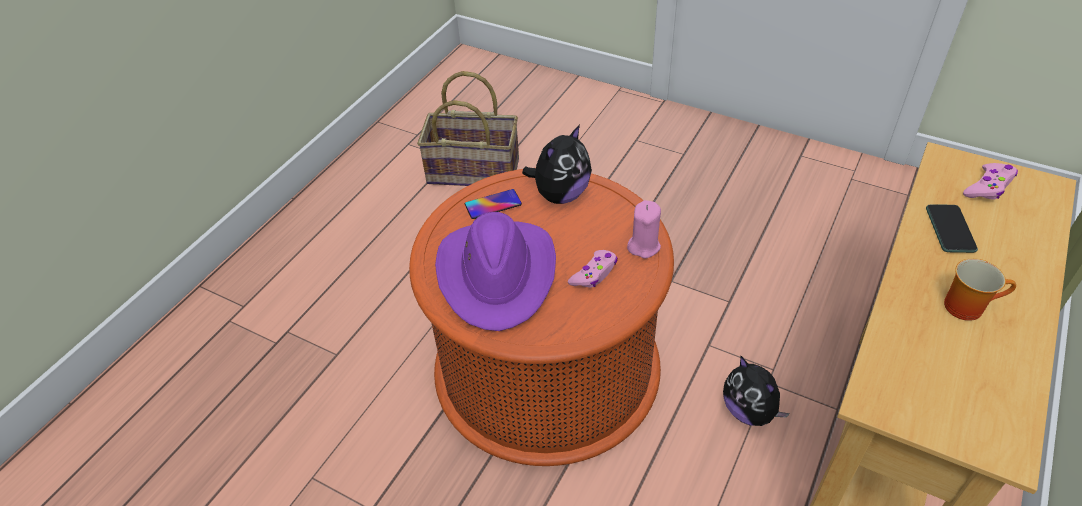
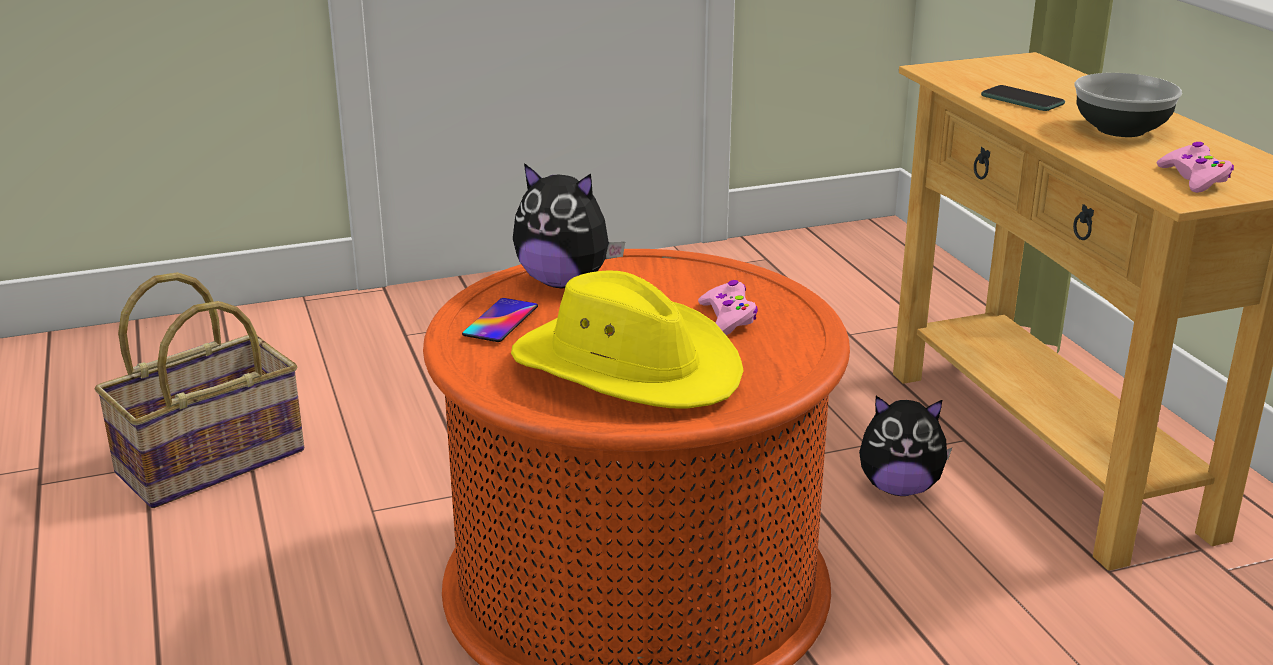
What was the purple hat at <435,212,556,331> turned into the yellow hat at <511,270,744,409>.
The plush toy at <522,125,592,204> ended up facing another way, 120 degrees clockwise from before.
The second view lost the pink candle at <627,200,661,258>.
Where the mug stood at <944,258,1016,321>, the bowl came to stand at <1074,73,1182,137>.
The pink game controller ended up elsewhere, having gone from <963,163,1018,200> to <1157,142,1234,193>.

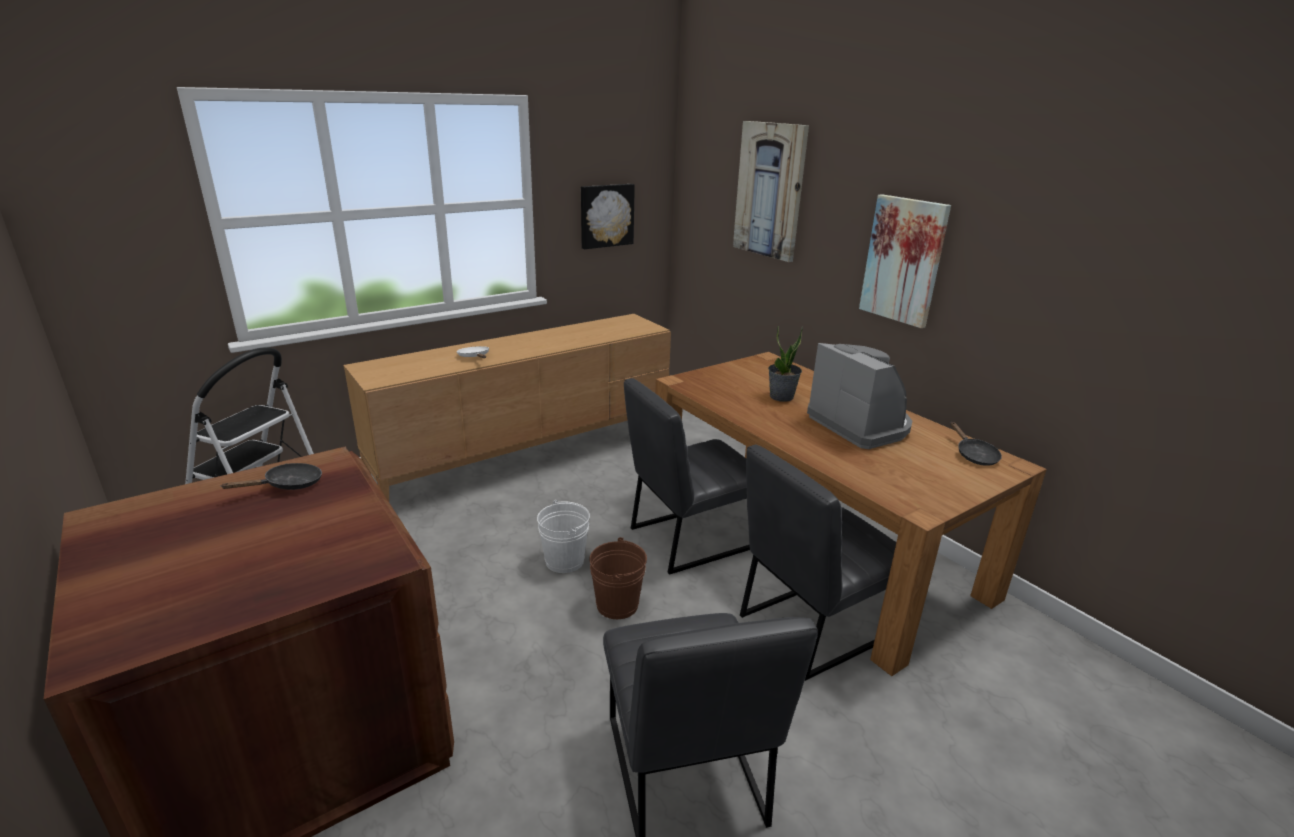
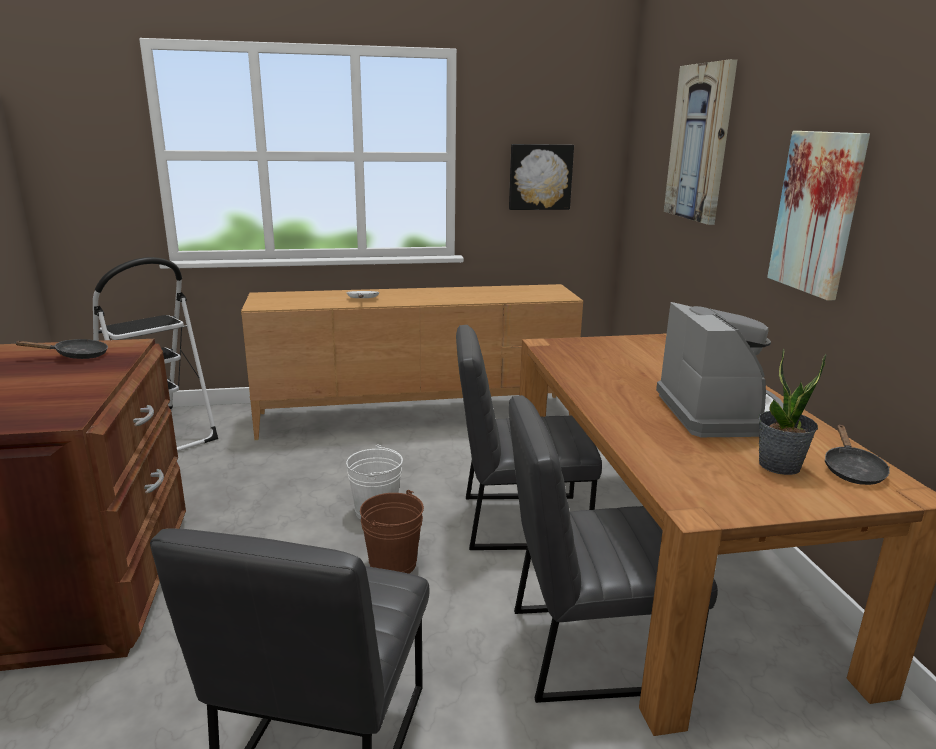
The potted plant ended up elsewhere, having gone from <768,326,803,402> to <759,349,826,475>.

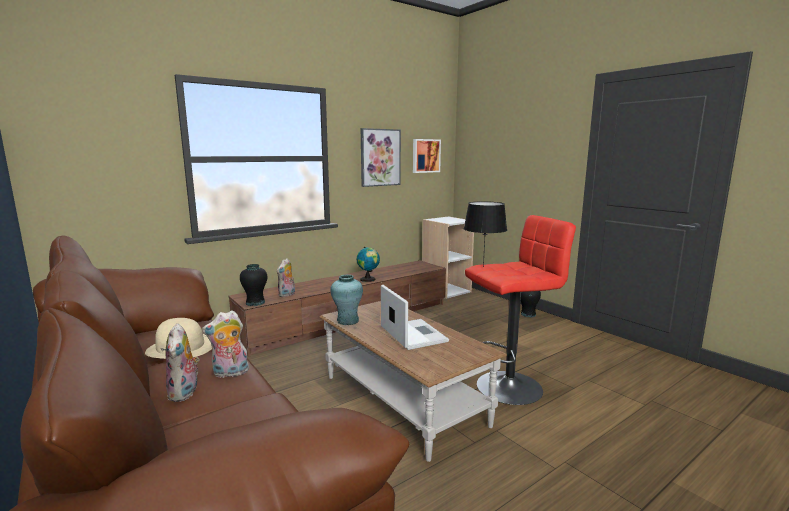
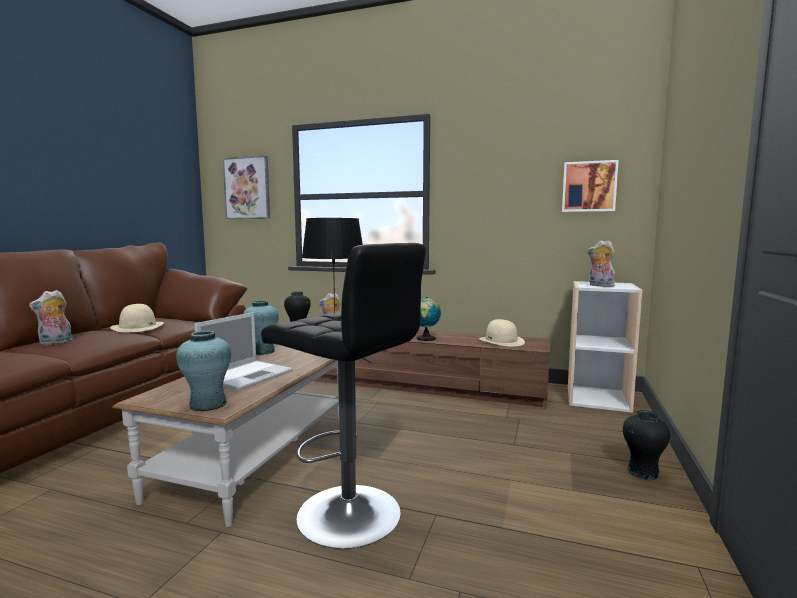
The plush toy ended up elsewhere, having gone from <202,310,251,378> to <587,240,615,287>.
The picture ended up elsewhere, having gone from <361,128,401,187> to <223,155,270,219>.
What was the red stool at <465,215,576,405> turned into the black stool at <261,243,426,549>.
The second view gained the turquoise vase at <176,331,231,411>.
The second view gained the beige hat at <479,319,525,347>.

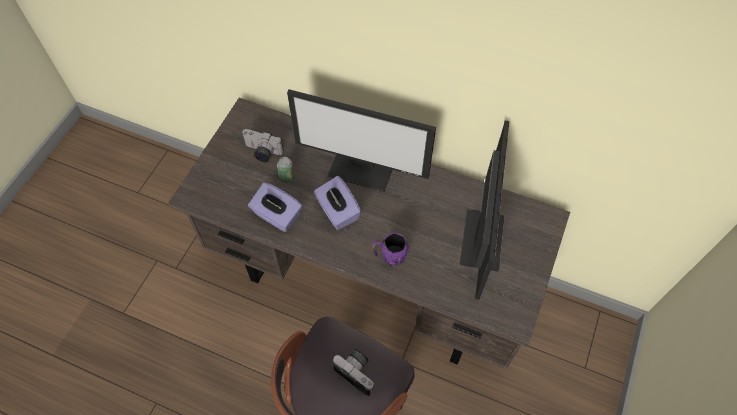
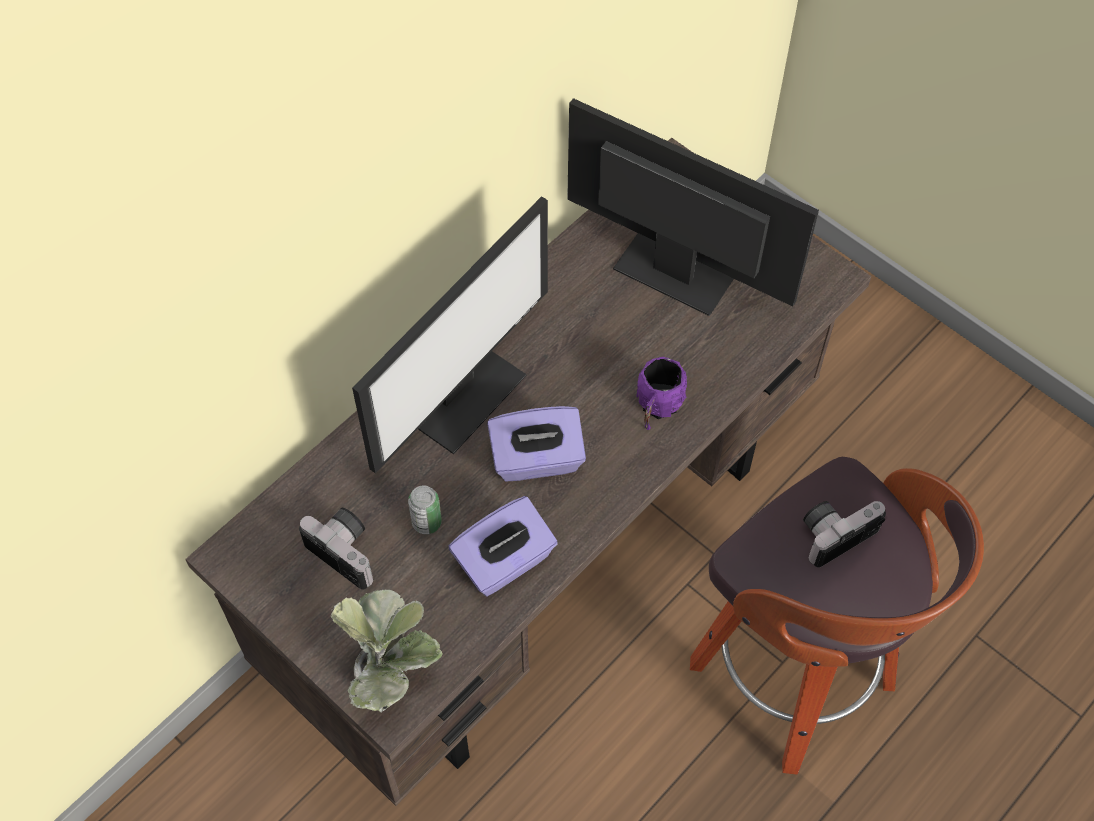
The photo camera at <241,129,284,162> ended up facing another way, 90 degrees counterclockwise from before.
The second view gained the potted plant at <330,589,442,713>.

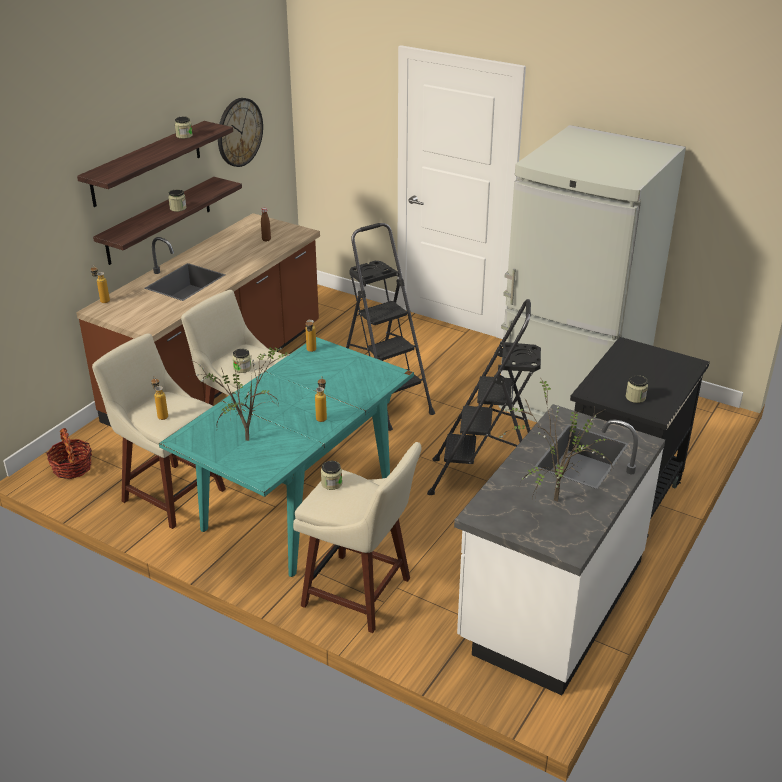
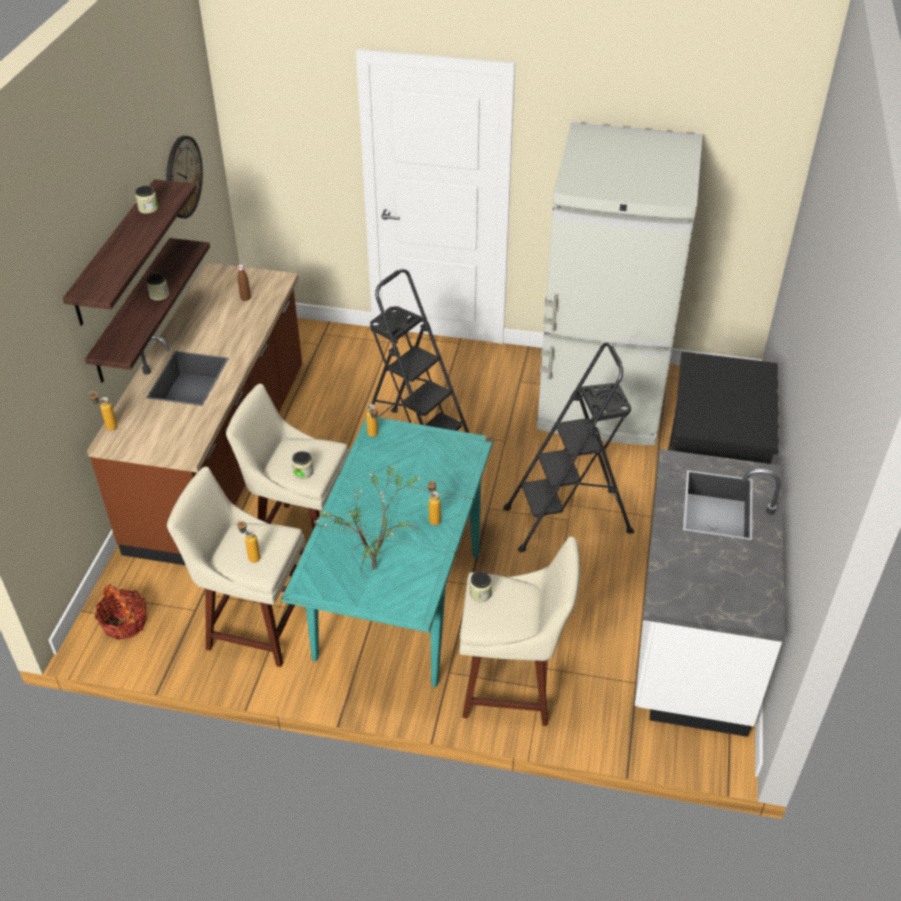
The second view lost the potted plant at <499,379,614,502>.
The second view lost the jar at <626,375,648,403>.

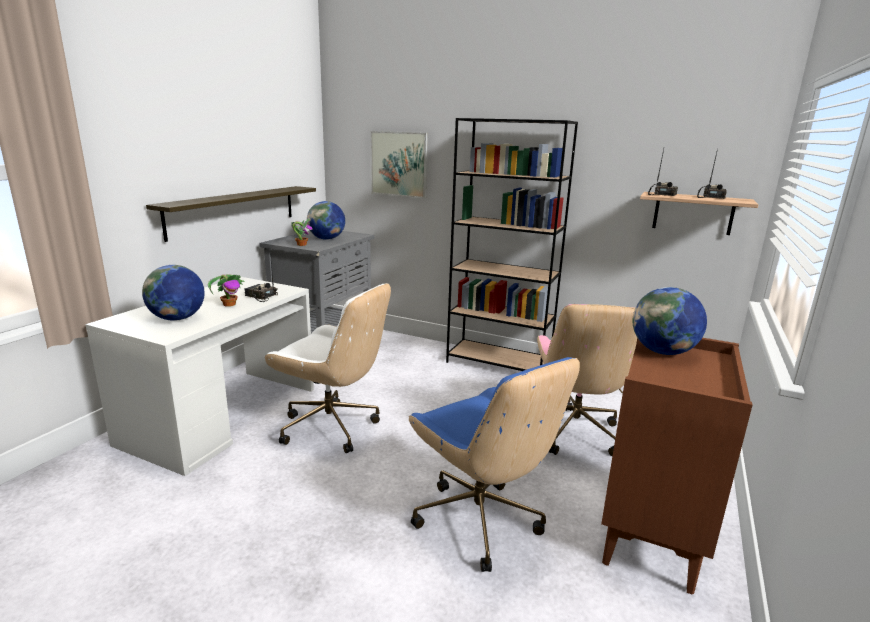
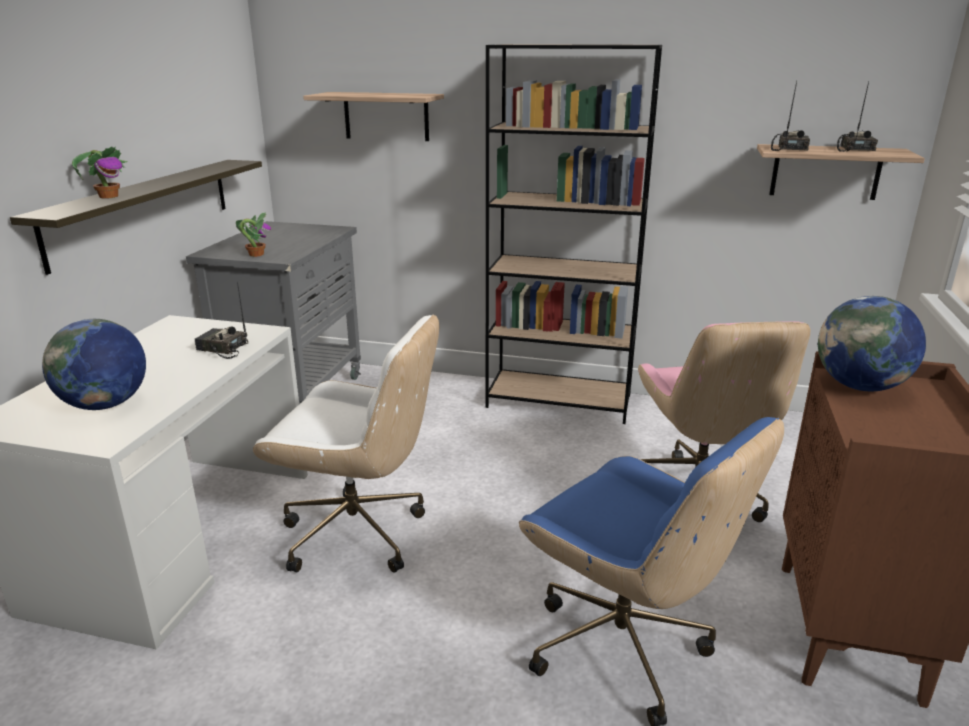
The potted plant ended up elsewhere, having gone from <208,274,245,307> to <72,146,128,199>.
The second view lost the globe at <307,201,345,240>.
Where the picture hung at <371,131,428,198>, the shelf came to hang at <303,92,444,141>.

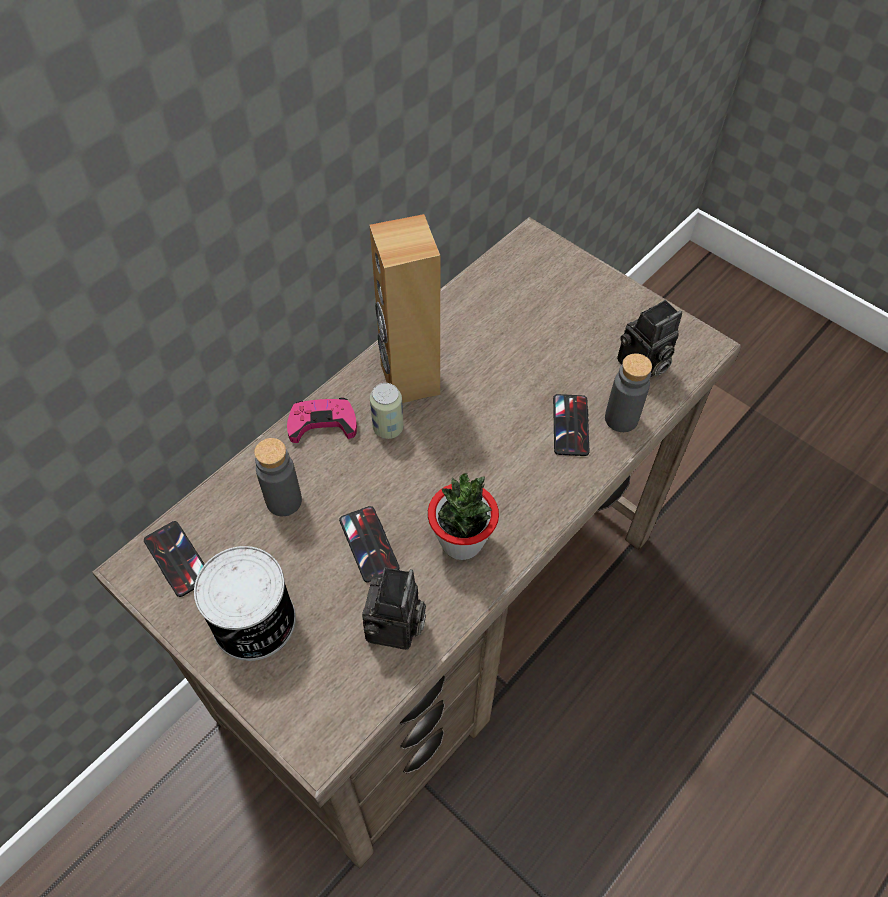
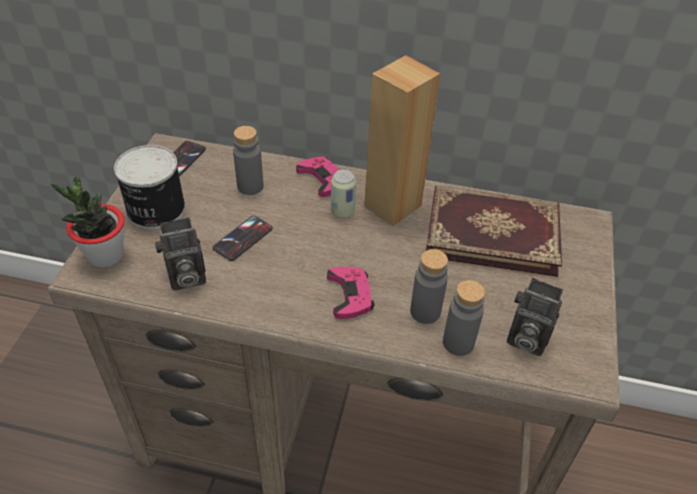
The potted plant ended up elsewhere, having gone from <428,473,499,560> to <51,176,125,268>.
Where the phone stood at <553,394,590,456>, the grey bottle came to stand at <410,249,448,324>.
The second view gained the pink game controller at <327,266,374,319>.
The second view gained the book at <426,186,562,277>.

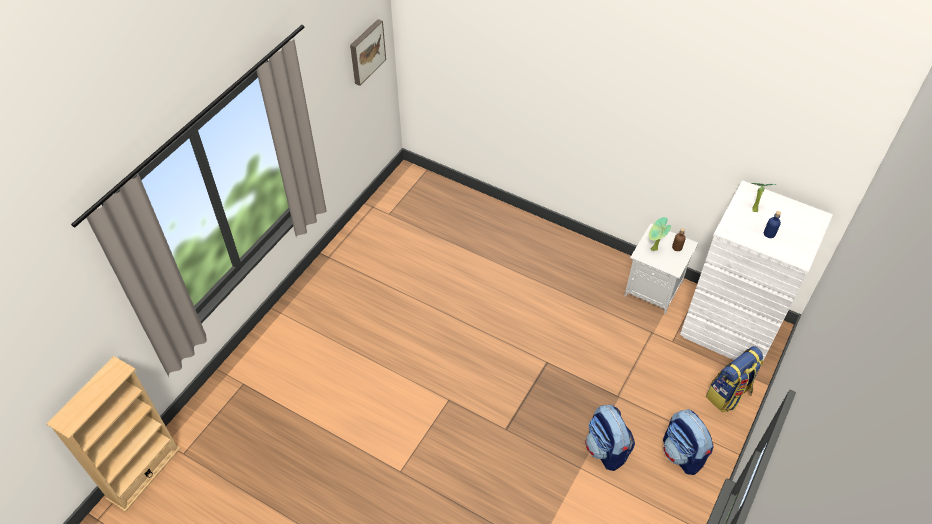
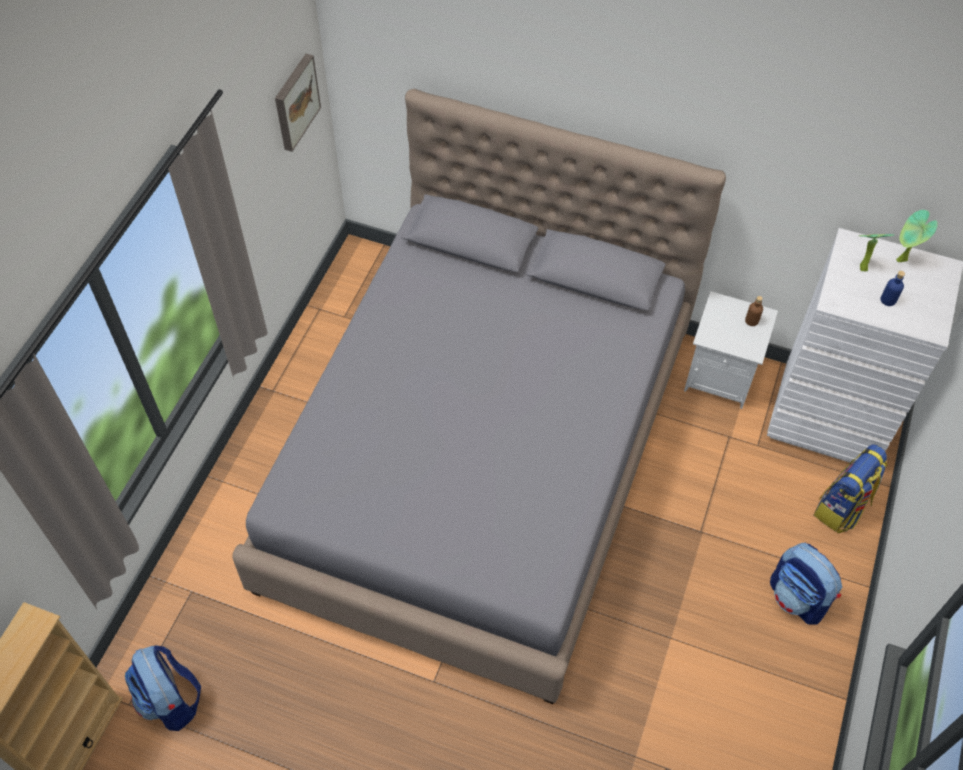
The backpack ended up elsewhere, having gone from <586,405,635,471> to <125,645,201,731>.
The potted plant ended up elsewhere, having gone from <649,217,671,251> to <896,210,938,262>.
The second view gained the grey bed at <232,88,726,704>.

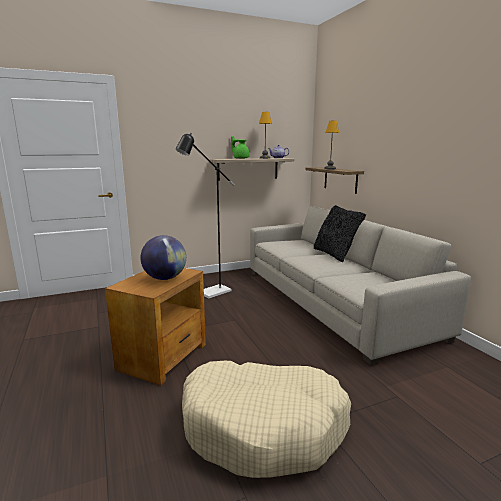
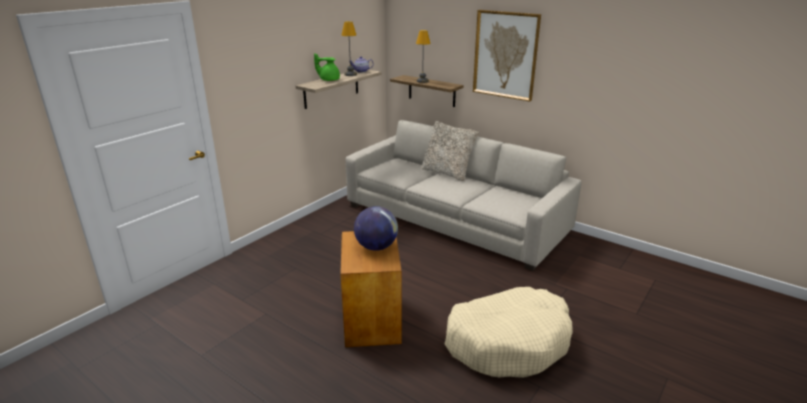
The second view lost the black floor lamp at <176,133,235,298>.
What was the black pillow at <314,205,366,262> turned into the beige pillow at <422,121,479,181>.
The second view gained the picture at <473,10,541,101>.

